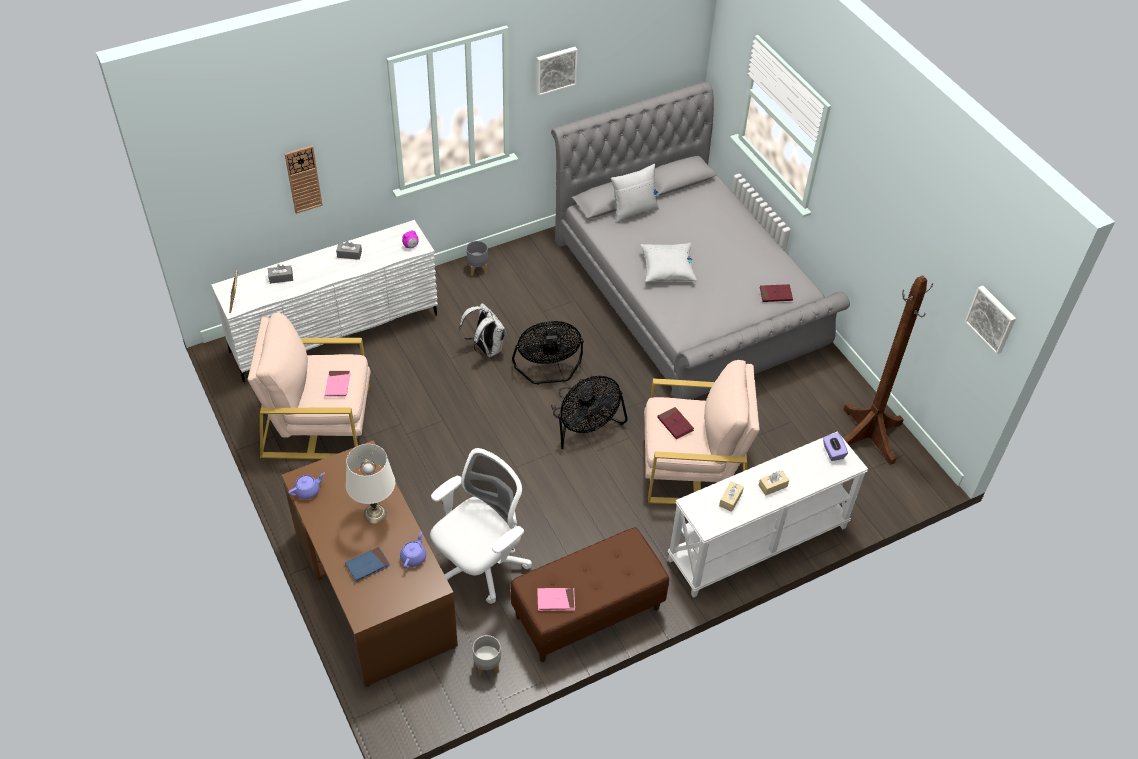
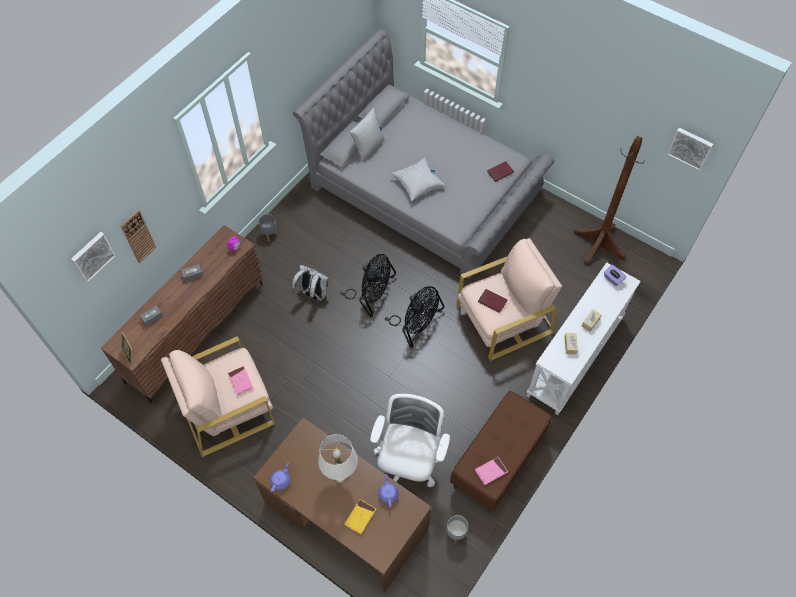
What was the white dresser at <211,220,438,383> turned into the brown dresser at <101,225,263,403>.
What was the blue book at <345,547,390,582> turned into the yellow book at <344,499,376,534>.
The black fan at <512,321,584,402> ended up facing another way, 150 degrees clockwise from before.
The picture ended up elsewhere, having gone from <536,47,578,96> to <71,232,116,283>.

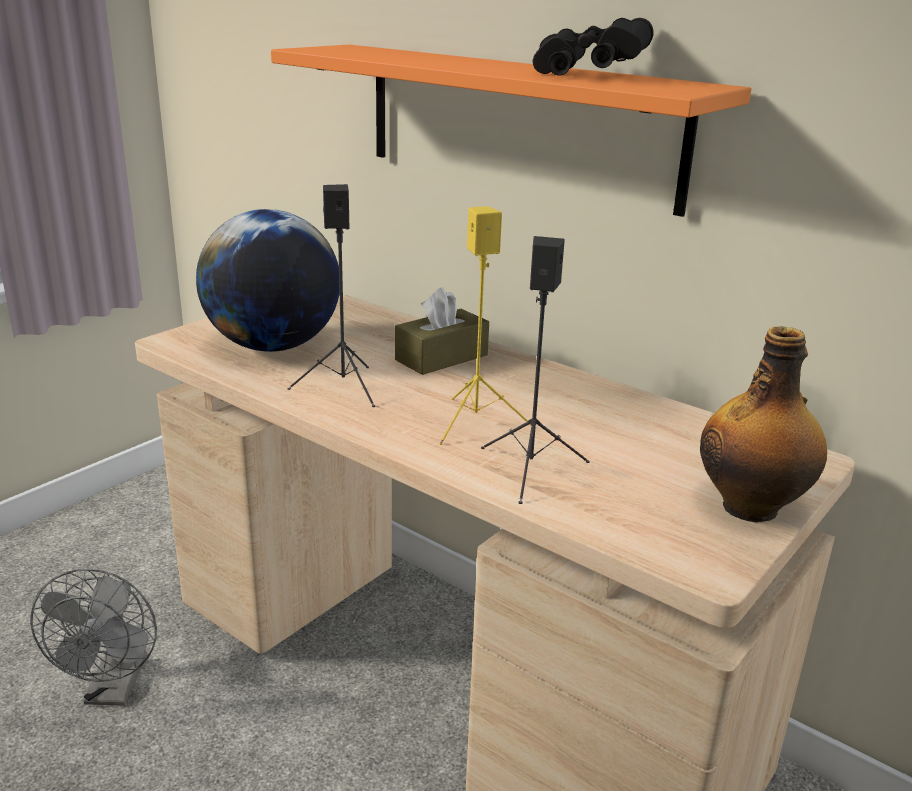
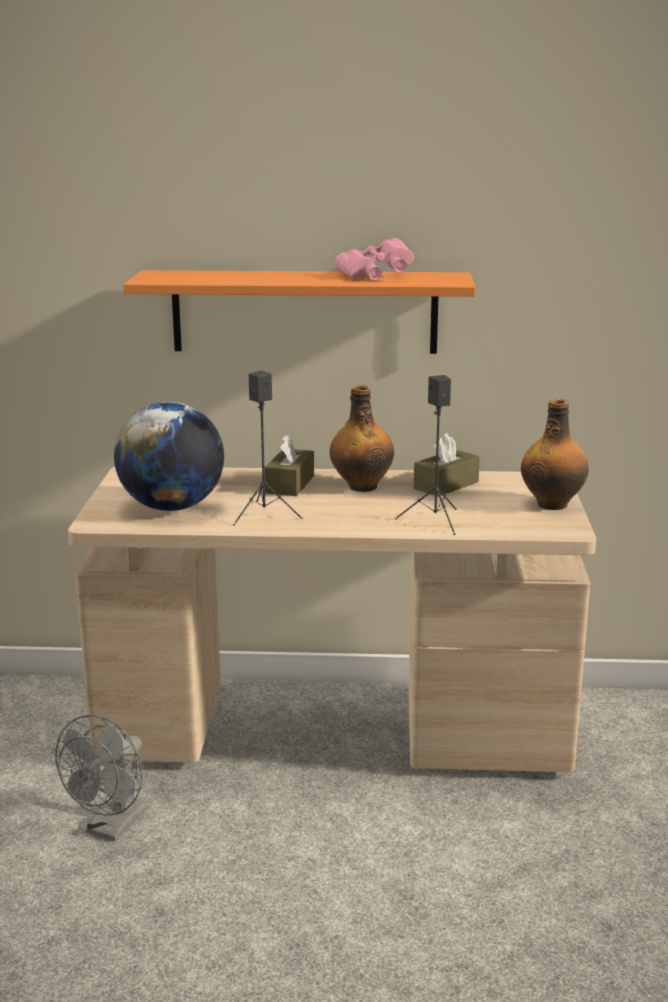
The grey fan at <30,568,157,706> ended up facing another way, 60 degrees clockwise from before.
The second view lost the yellow speaker at <439,206,531,445>.
What was the black binoculars at <533,18,654,76> turned into the pink binoculars at <335,238,414,280>.
The second view gained the bottle at <330,385,394,492>.
The second view gained the brown tissue box at <414,433,480,497>.

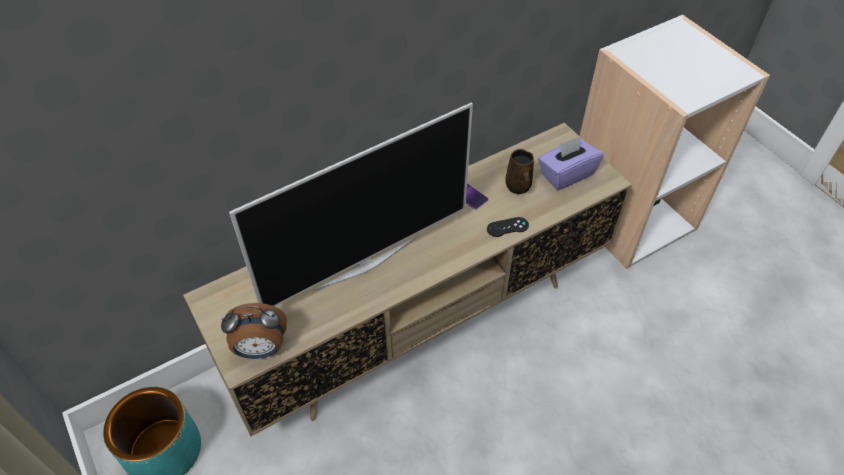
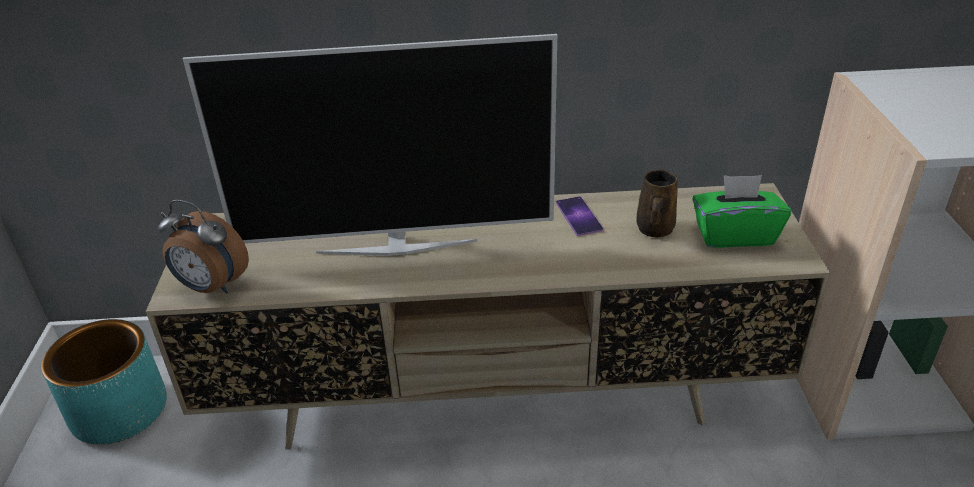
The second view lost the black game controller at <487,217,529,237>.
What was the purple tissue box at <538,136,604,190> turned into the green tissue box at <692,175,791,248>.

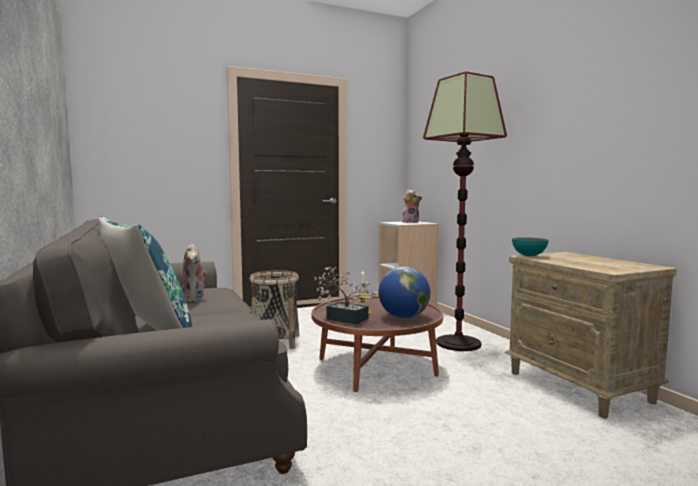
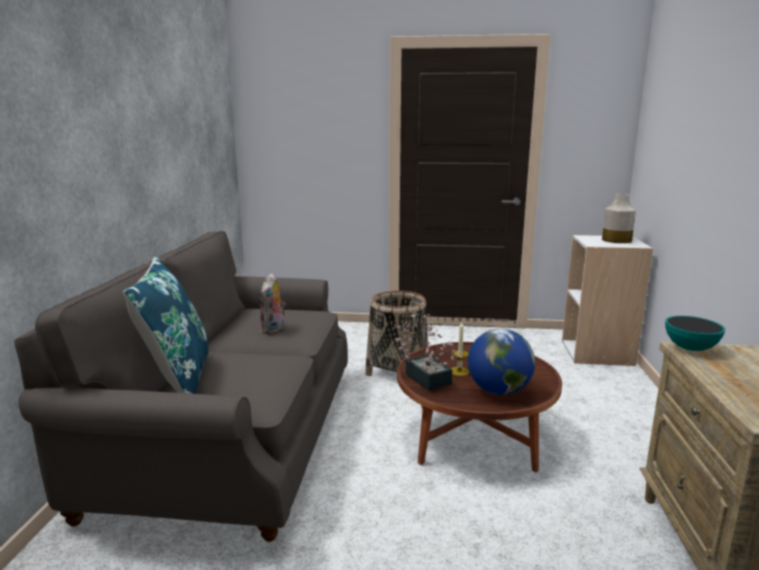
Where the plush toy stood at <402,190,422,223>, the beige vase came to stand at <602,194,636,243>.
The second view lost the floor lamp at <423,71,507,351>.

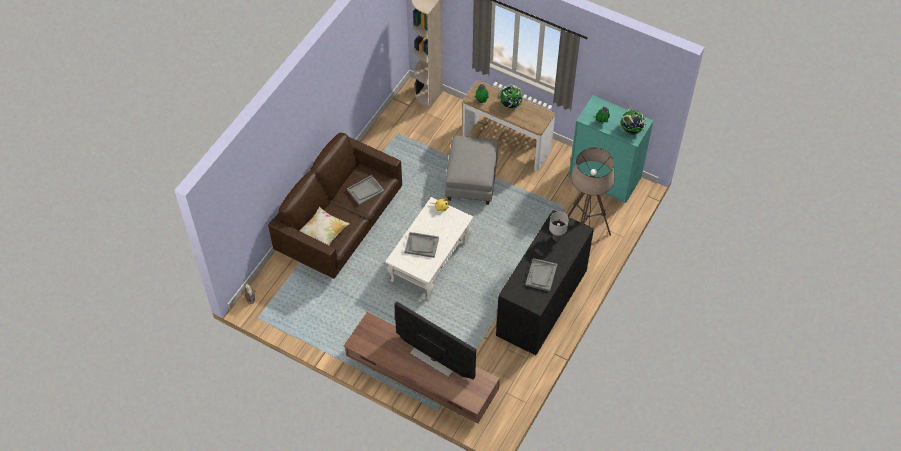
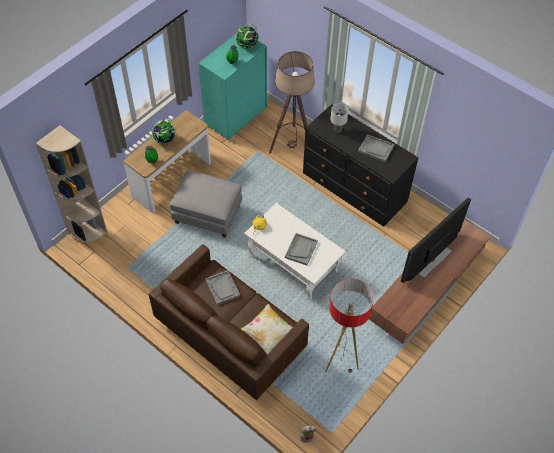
The second view gained the floor lamp at <325,278,374,373>.

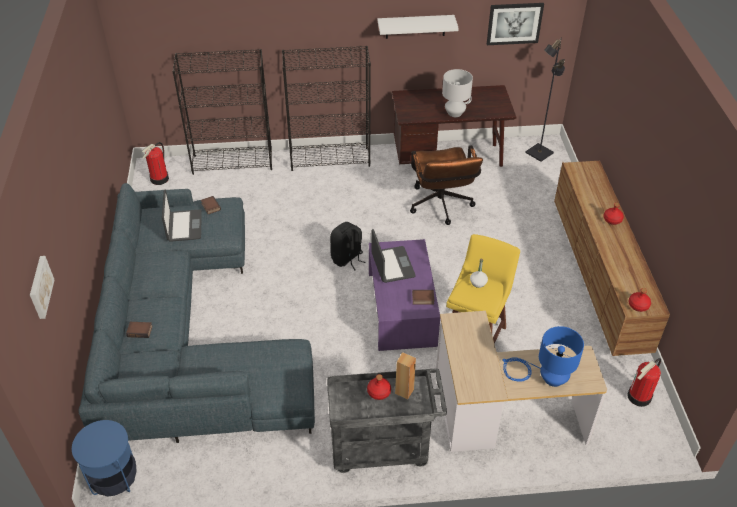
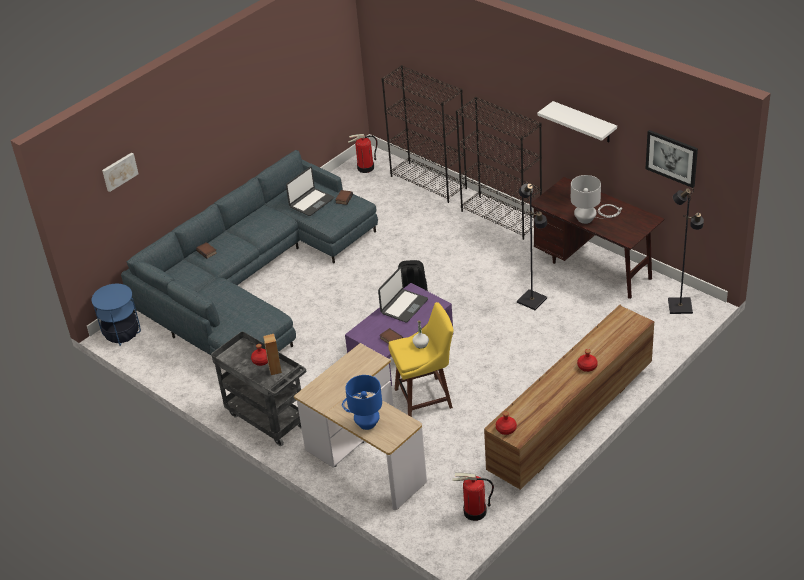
Where the brown office chair stood at <410,145,483,225>, the black floor lamp came to stand at <517,184,547,310>.

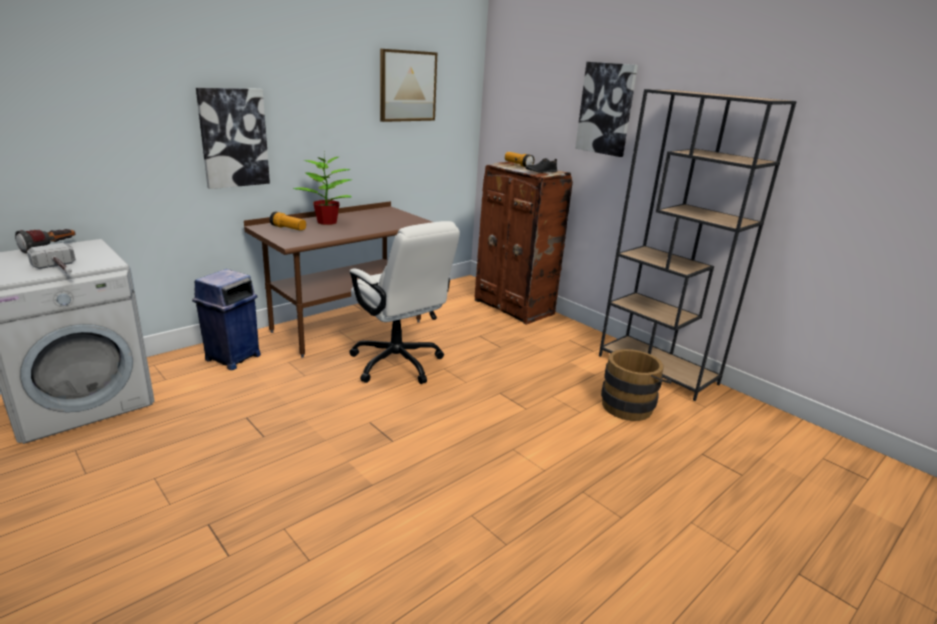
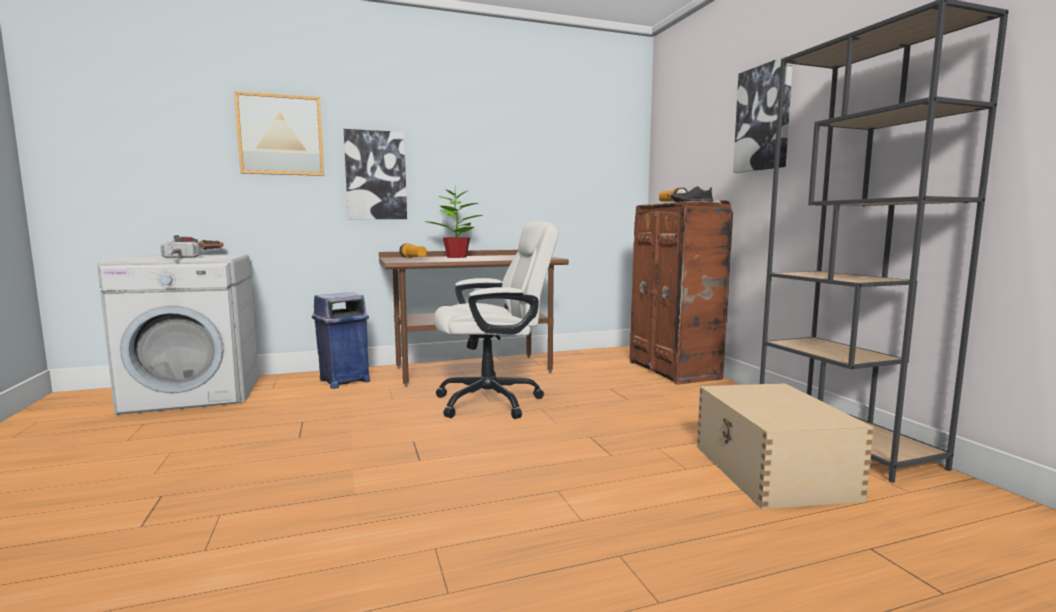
The white office chair at <349,221,460,384> ended up facing another way, 90 degrees counterclockwise from before.
The picture ended up elsewhere, having gone from <380,49,437,122> to <234,91,324,176>.
Where the brown bucket stood at <601,349,672,421>, the beige storage box came to stand at <697,383,874,509>.

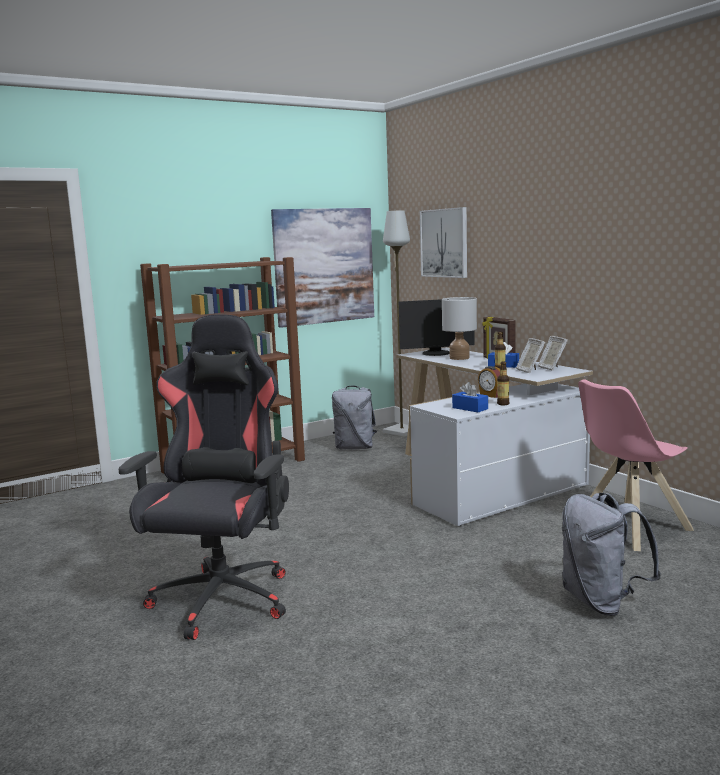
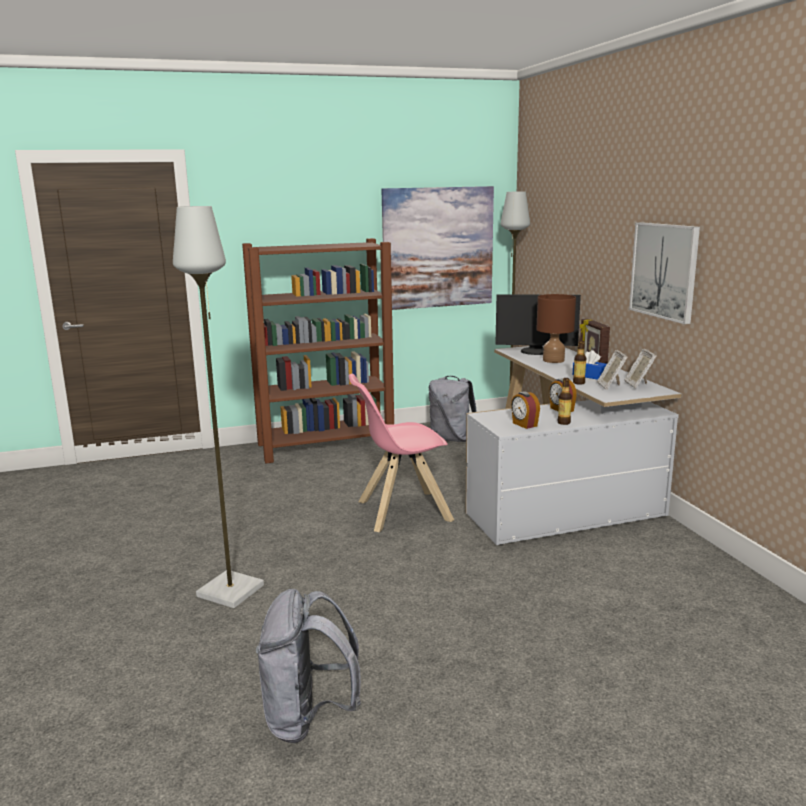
Where the black office chair stood at <118,314,289,640>, the grey floor lamp came to stand at <173,206,264,608>.
The picture ended up elsewhere, having gone from <420,207,467,278> to <629,222,700,324>.
What was the grey table lamp at <442,297,477,360> turned into the brown table lamp at <536,294,576,363>.
Where the blue tissue box stood at <452,382,488,412>, the alarm clock came to stand at <511,392,540,429>.
The grey backpack ended up elsewhere, having gone from <562,493,661,616> to <256,589,361,743>.
The pink chair ended up elsewhere, having gone from <578,379,694,551> to <349,374,454,532>.

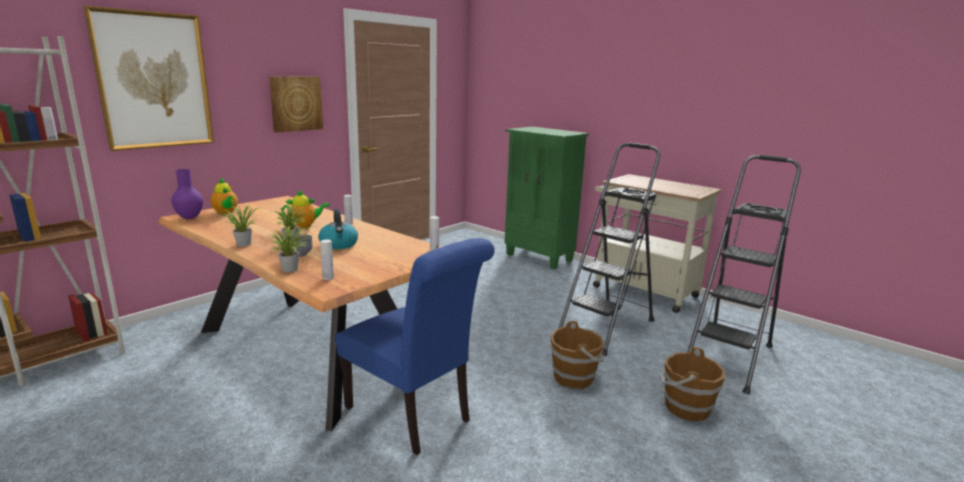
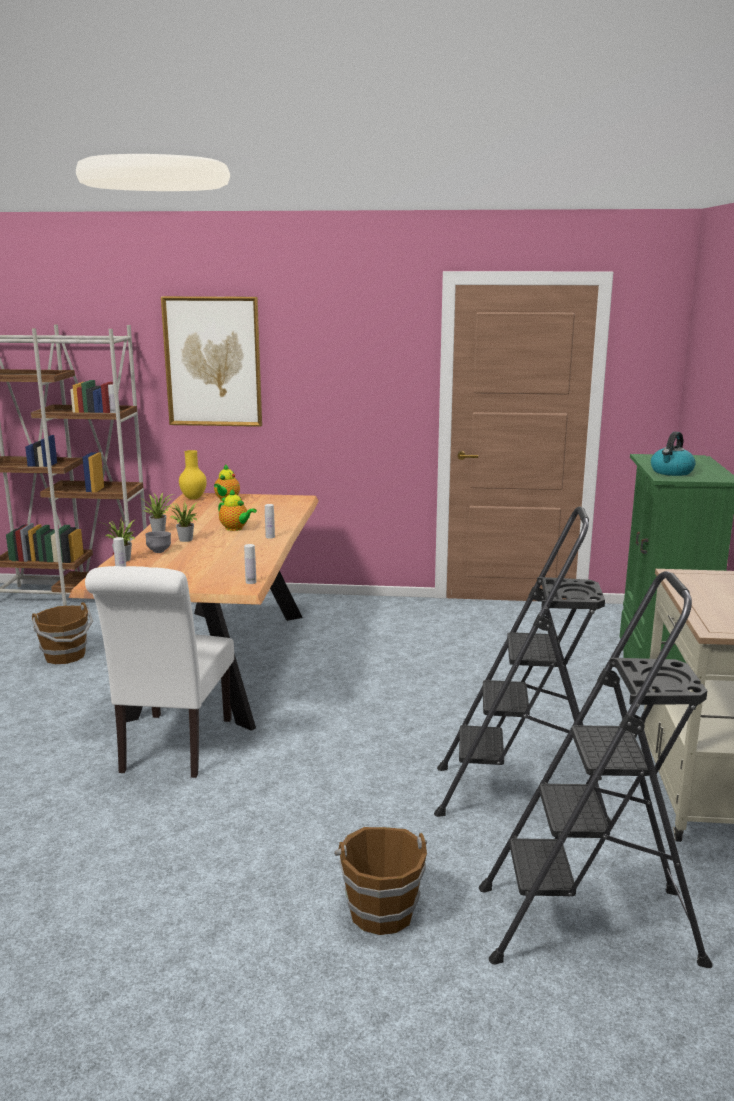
What was the purple vase at <171,169,203,219> turned into the yellow vase at <179,450,207,500>.
The second view lost the picture at <269,76,323,132>.
The kettle ended up elsewhere, having gone from <318,209,358,249> to <651,432,696,476>.
What was the blue chair at <335,238,495,456> turned into the white chair at <85,566,234,778>.
The brown bucket ended up elsewhere, having gone from <550,321,604,389> to <32,602,93,664>.

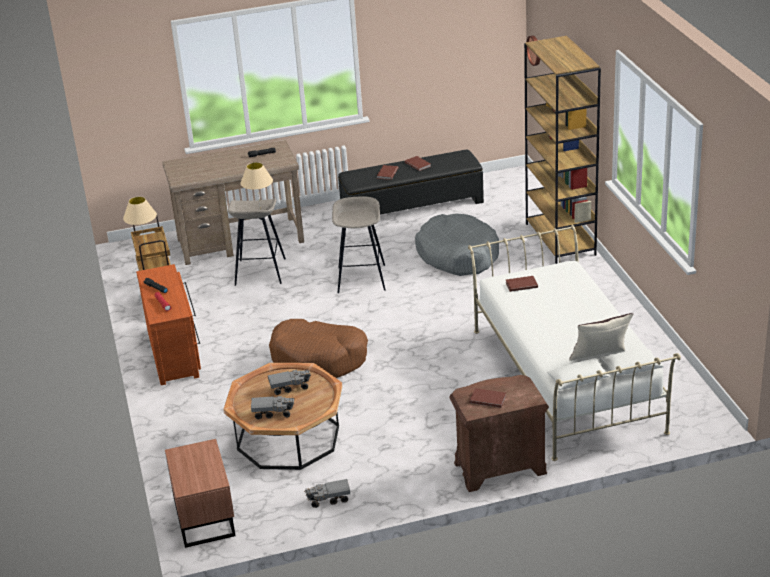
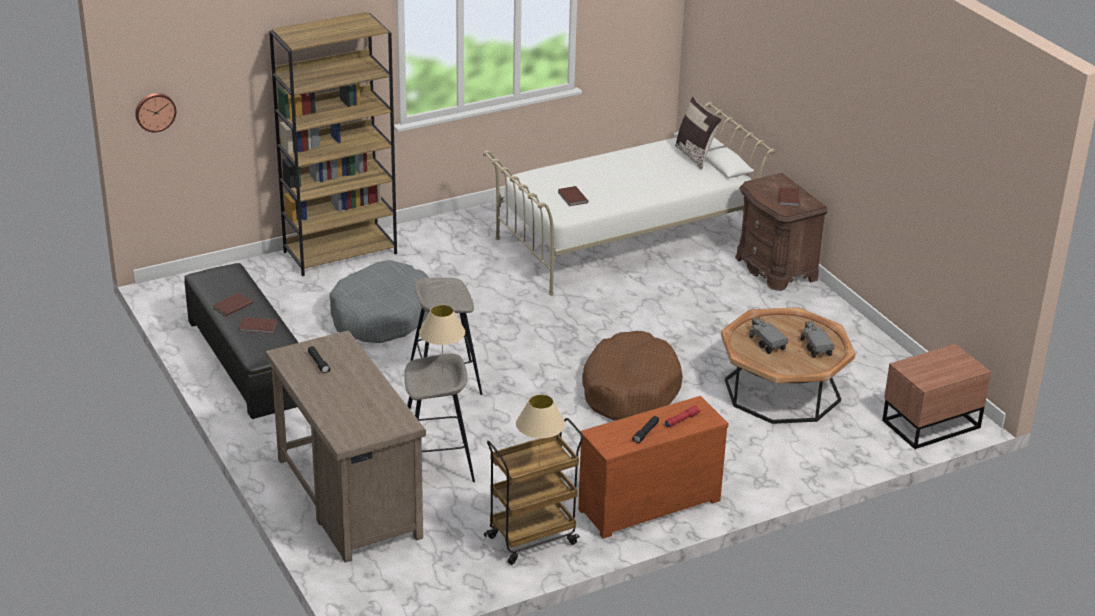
The second view lost the toy truck at <304,479,350,508>.

